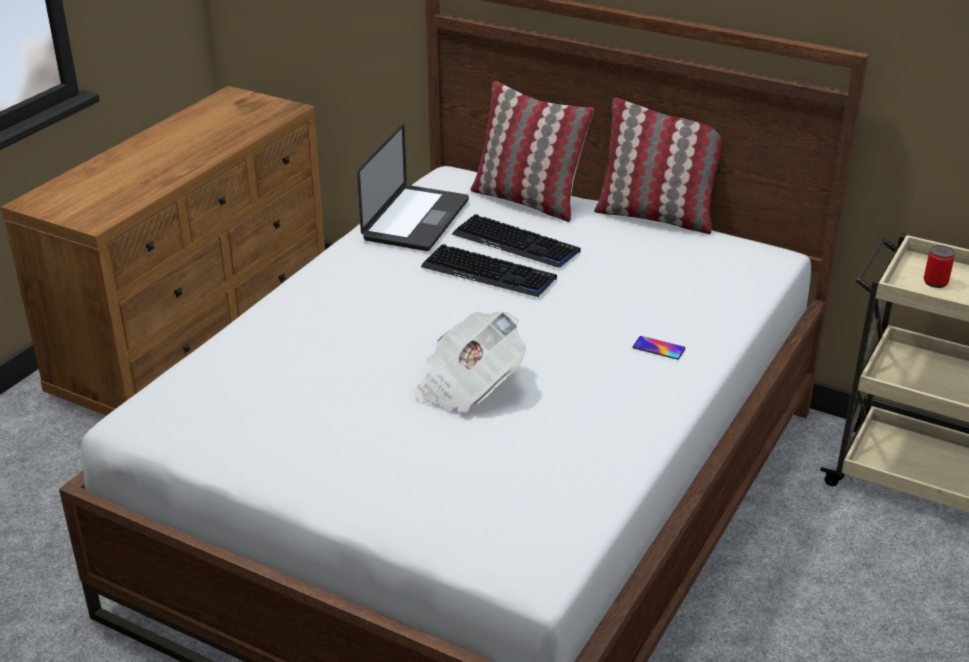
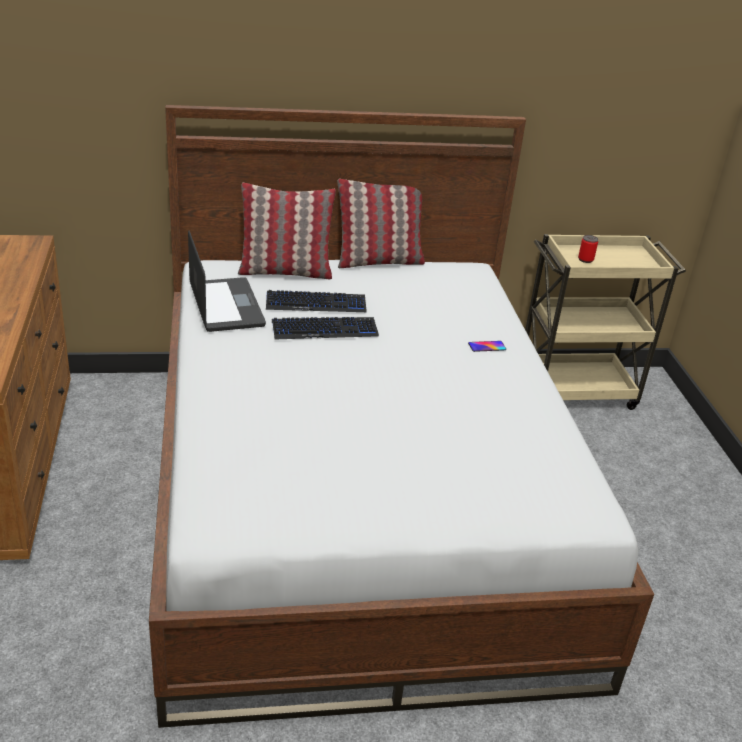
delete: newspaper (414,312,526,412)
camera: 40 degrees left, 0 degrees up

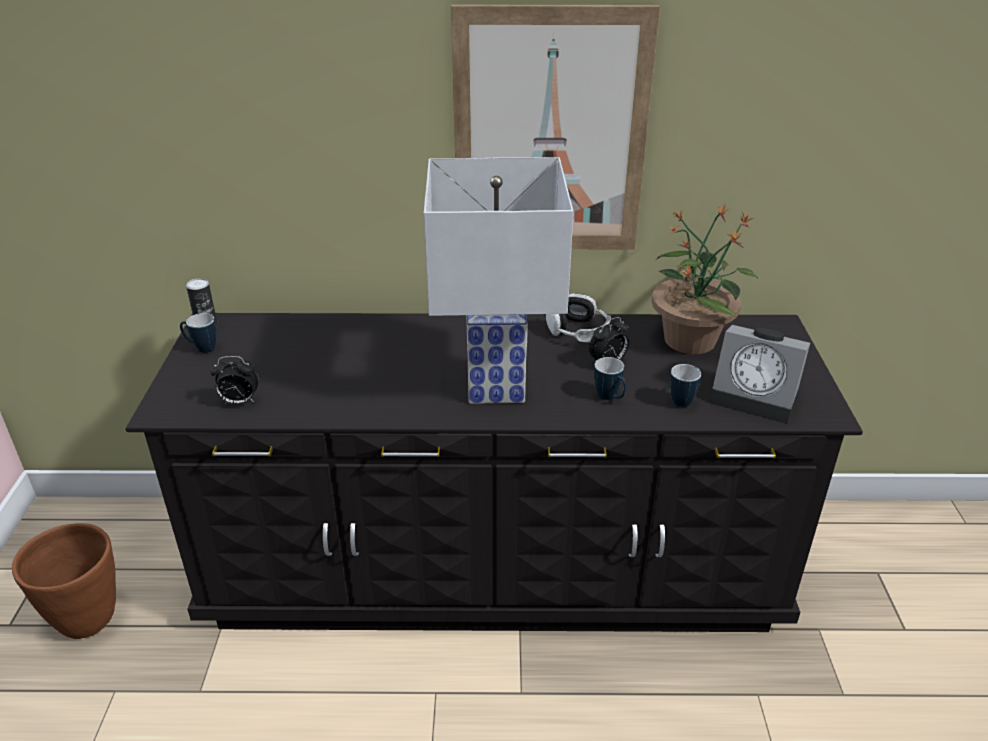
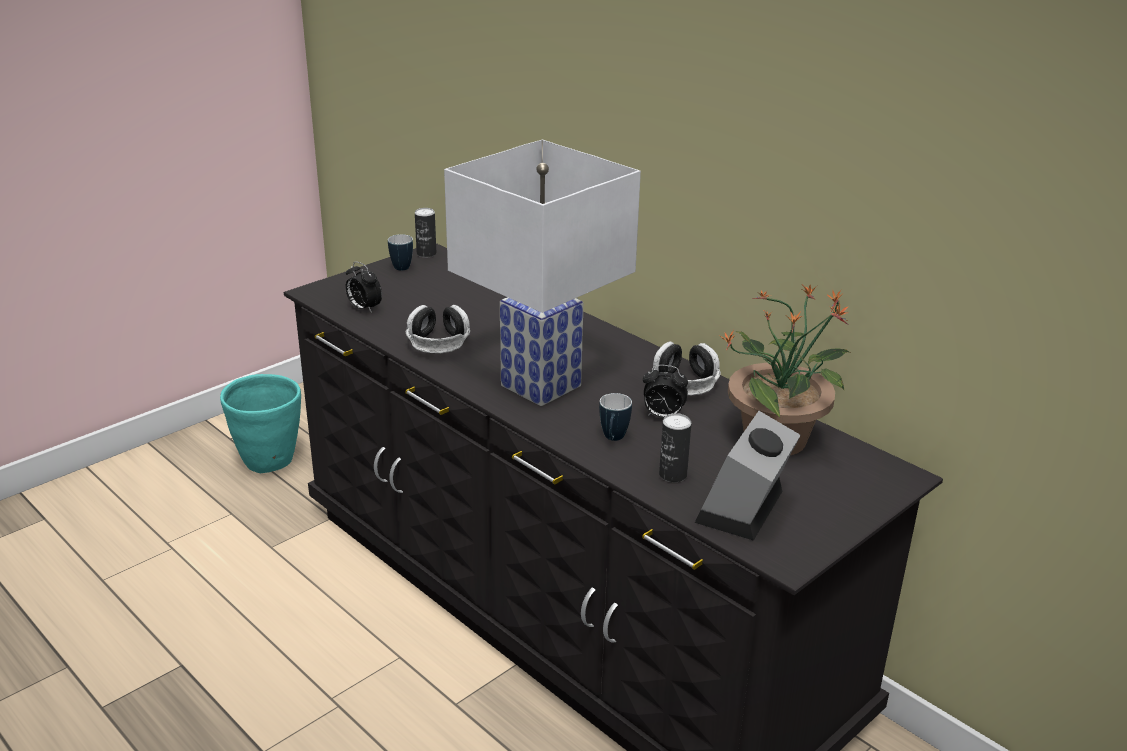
delete: picture (451,5,660,250)
insert: headphones (406,305,470,354)
replace: mug (670,364,701,407) to can (659,413,691,482)
recolor: brown planter (12,523,116,639) to turquoise planter (220,374,301,473)
rotate: alarm clock (709,325,810,424) = (695,411,801,541) 45 degrees clockwise
camera: 45 degrees right, 5 degrees down

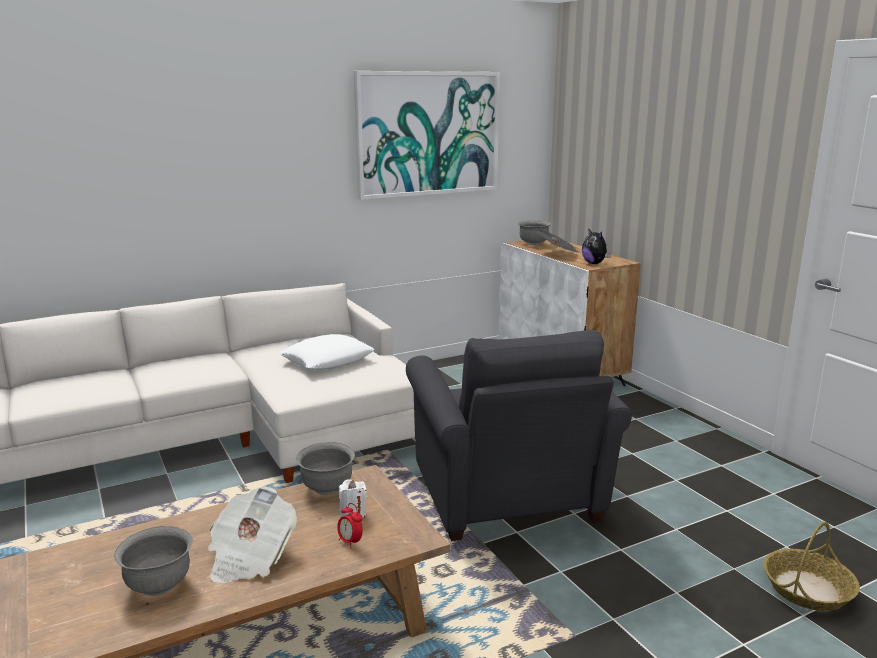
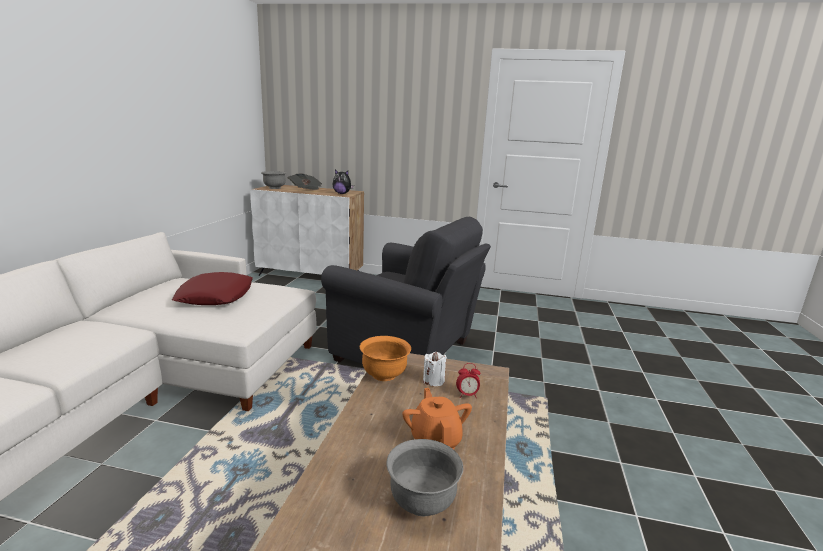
delete: picture (354,71,500,200); basket (764,522,860,611)
replace: newspaper (208,487,297,583) to orange teapot (402,388,472,450)
recolor: white pillow (280,334,375,370) to red pillow (172,272,252,305); grey bowl (296,442,355,495) to orange bowl (360,336,411,381)
camera: 50 degrees left, 0 degrees up

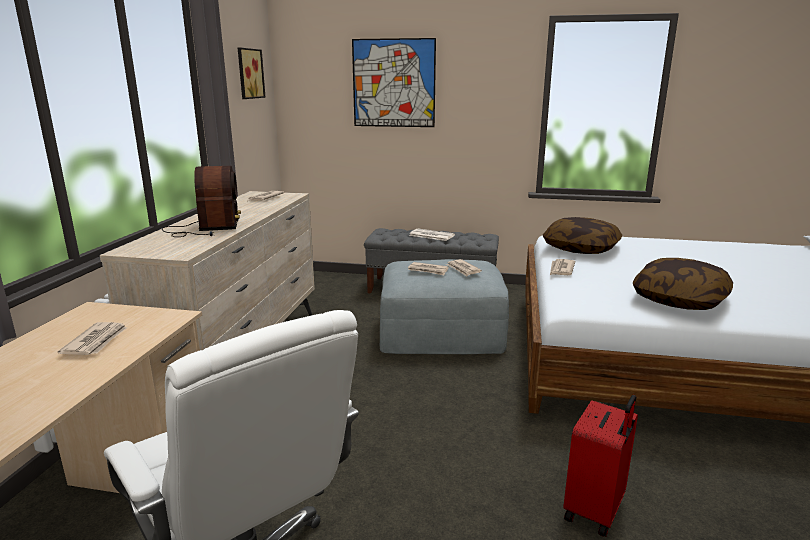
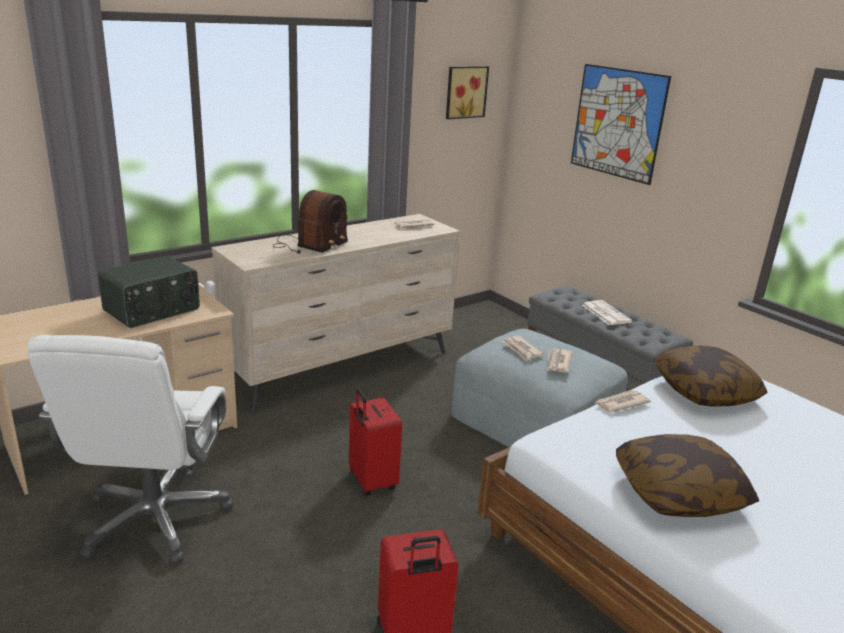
insert: red suitcase (349,389,402,496)
replace: newspaper (58,322,127,355) to radio (98,256,200,328)
camera: 40 degrees right, 5 degrees up

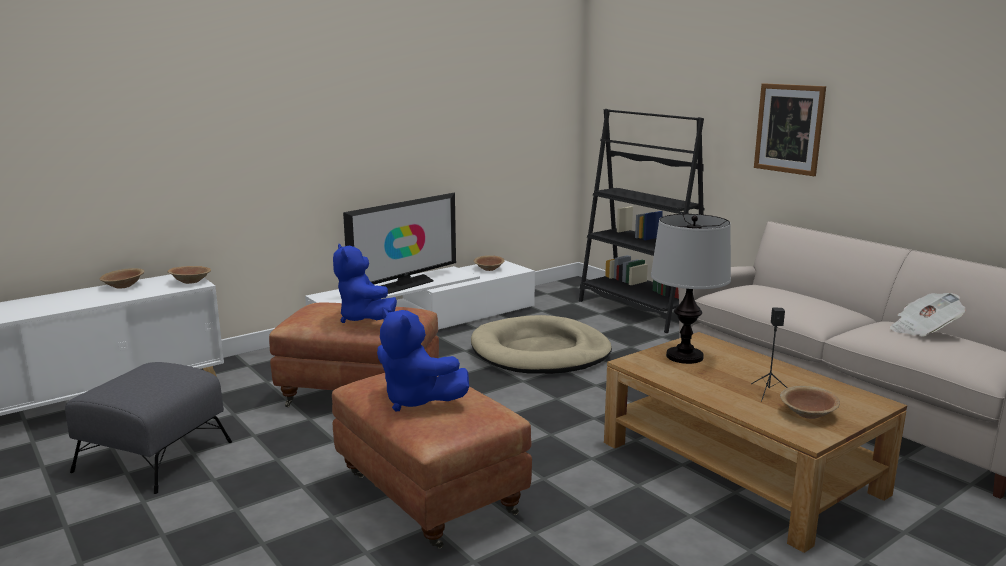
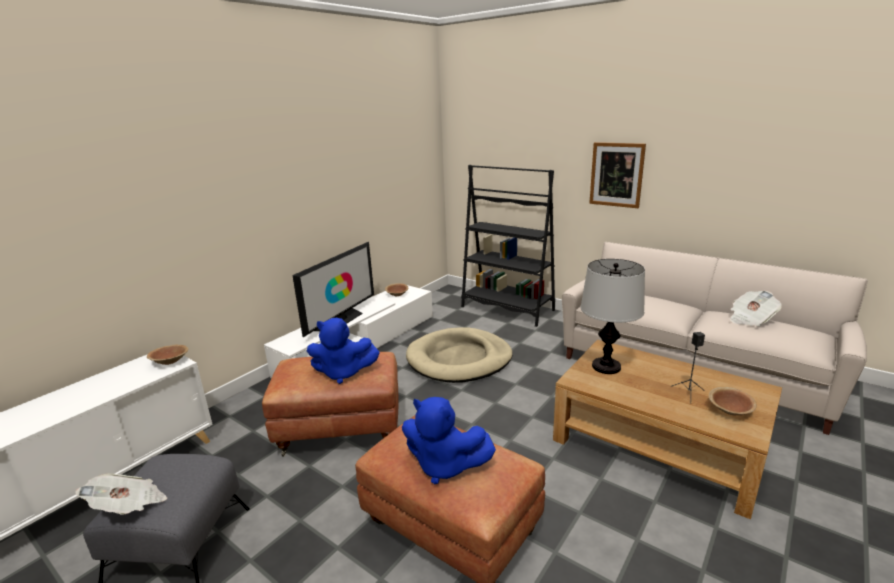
delete: brown bowl (99,268,145,288)
insert: newspaper (75,473,168,515)
rotate: blue plush toy (333,244,397,323) = (307,318,380,384) 45 degrees counterclockwise
camera: 15 degrees left, 5 degrees up

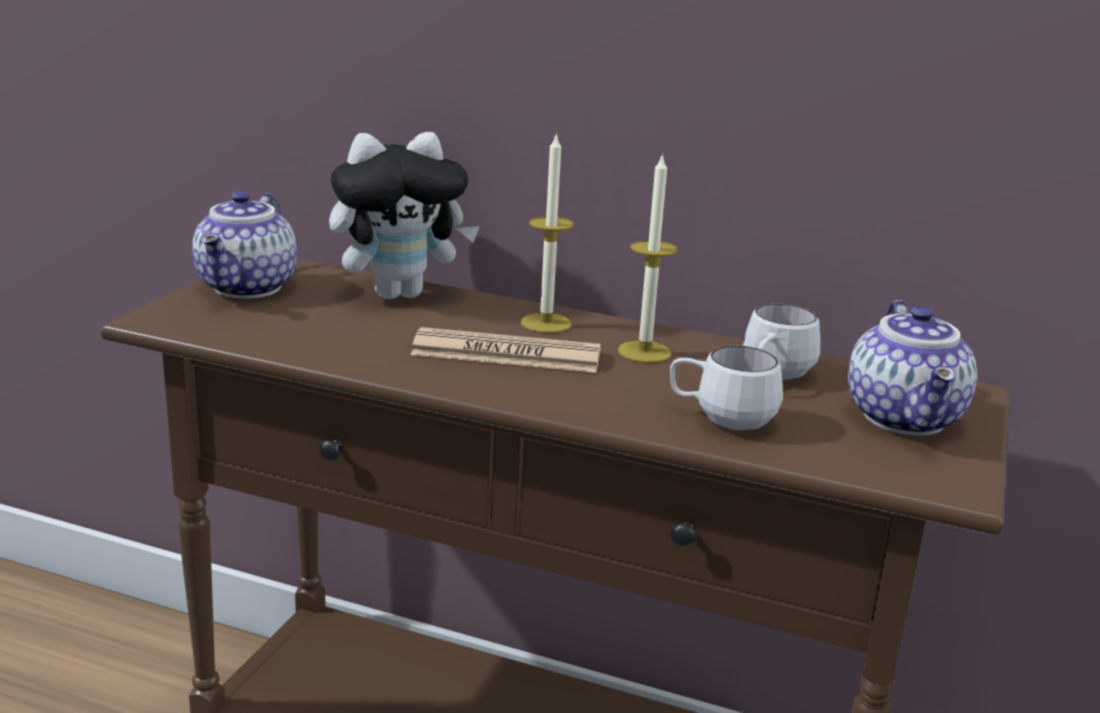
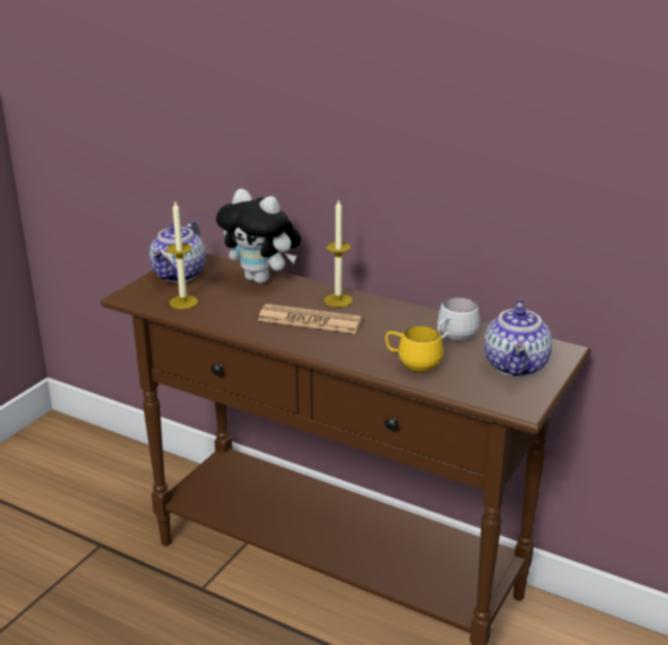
move: candle (618,153,678,363) to (166,202,198,309)
recolor: white mug (670,345,783,430) to yellow mug (385,325,443,372)
rotate: plush toy (329,132,480,299) = (216,189,301,284) 45 degrees clockwise
camera: 10 degrees right, 5 degrees up

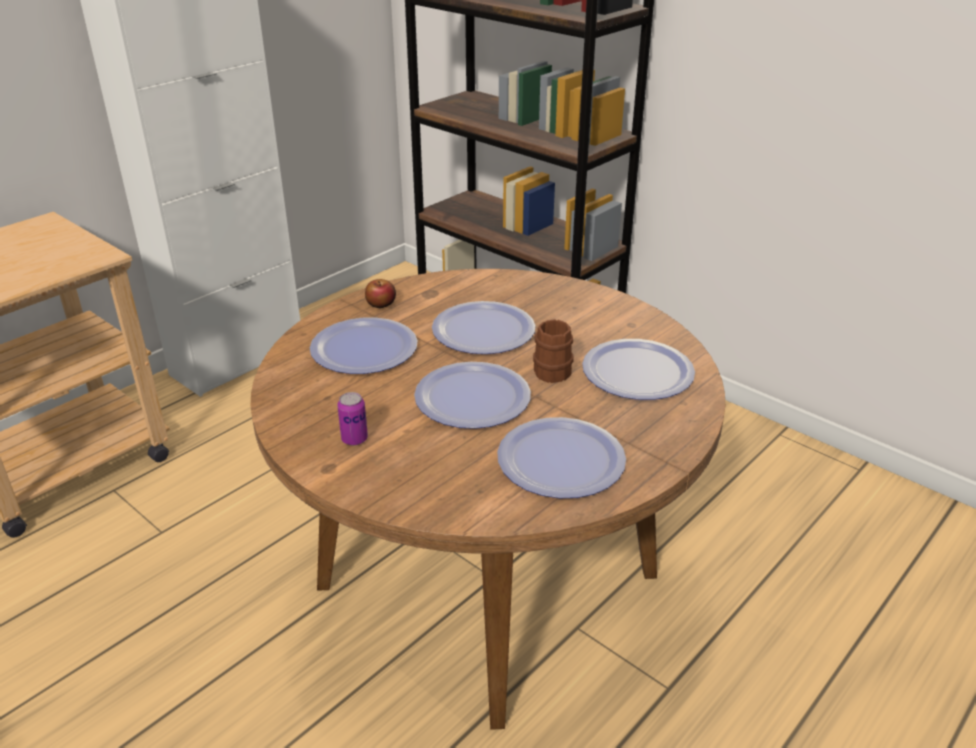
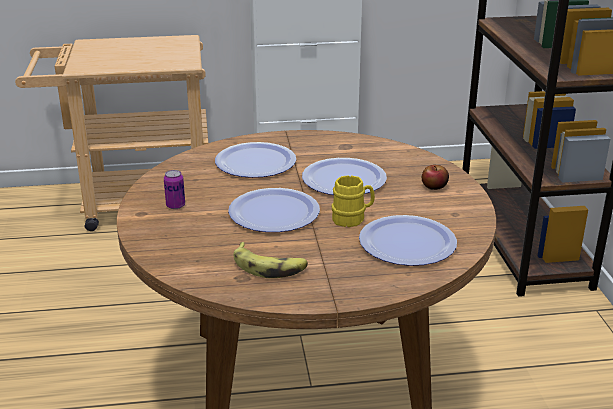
move: apple (365,279,396,308) to (422,165,449,190)
replace: plate (497,417,626,498) to banana (233,242,308,278)
recolor: brown mug (533,319,574,383) to yellow mug (332,175,375,227)
camera: 40 degrees right, 5 degrees down

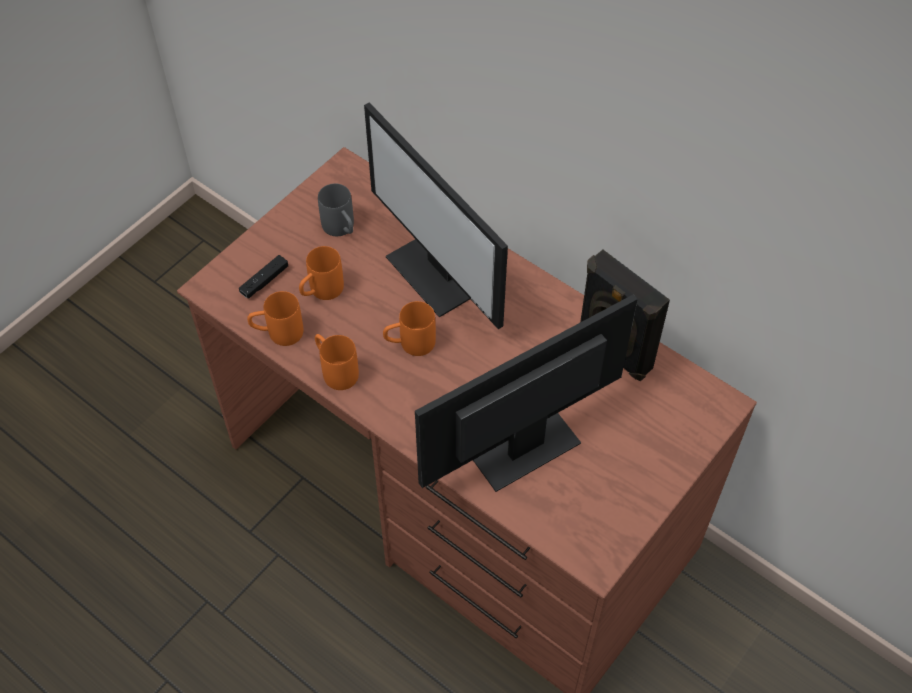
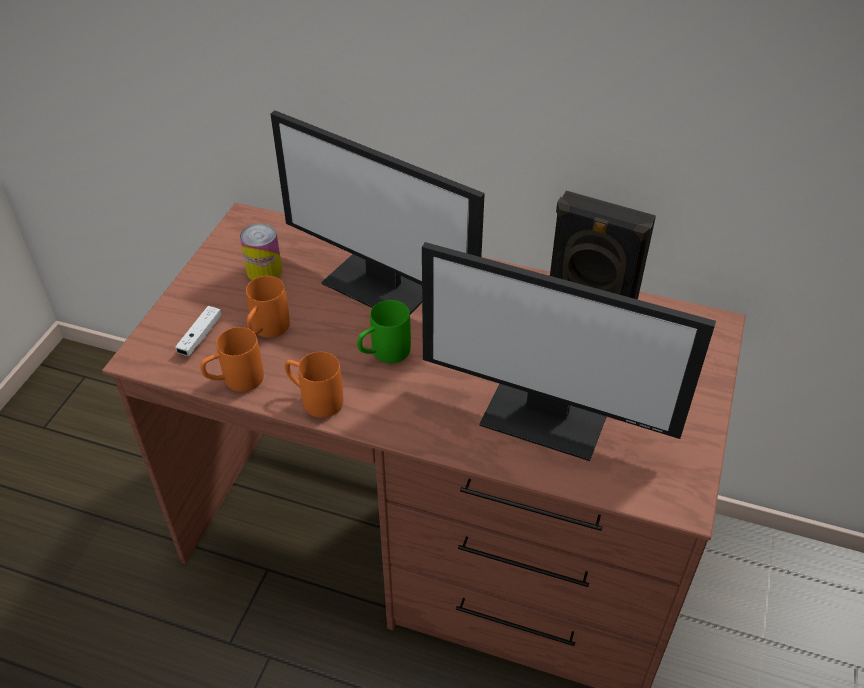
replace: grey mug (318,183,354,236) to can (240,223,282,280)
recolor: black game controller (239,255,288,299) to white game controller (175,306,221,356); orange mug (383,301,436,356) to green mug (357,300,411,363)
rotate: monitor (415,295,638,492) = (422,242,716,461) 105 degrees counterclockwise
camera: 20 degrees left, 10 degrees down

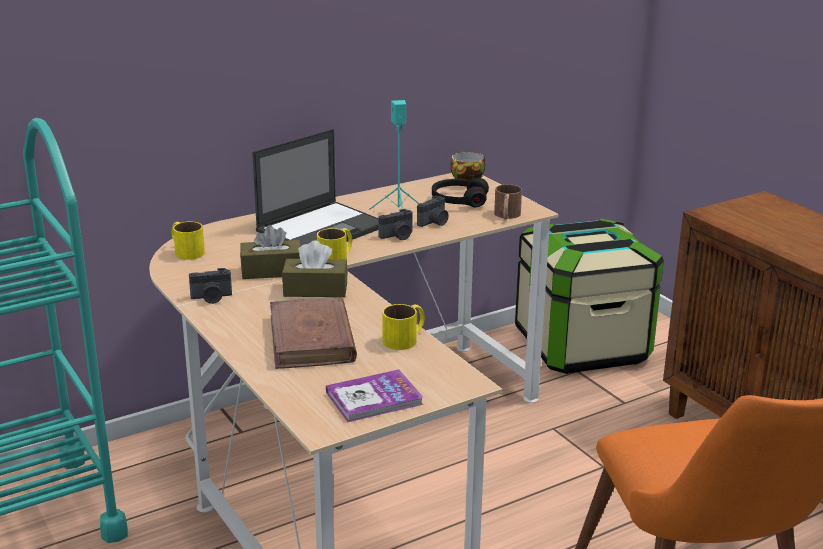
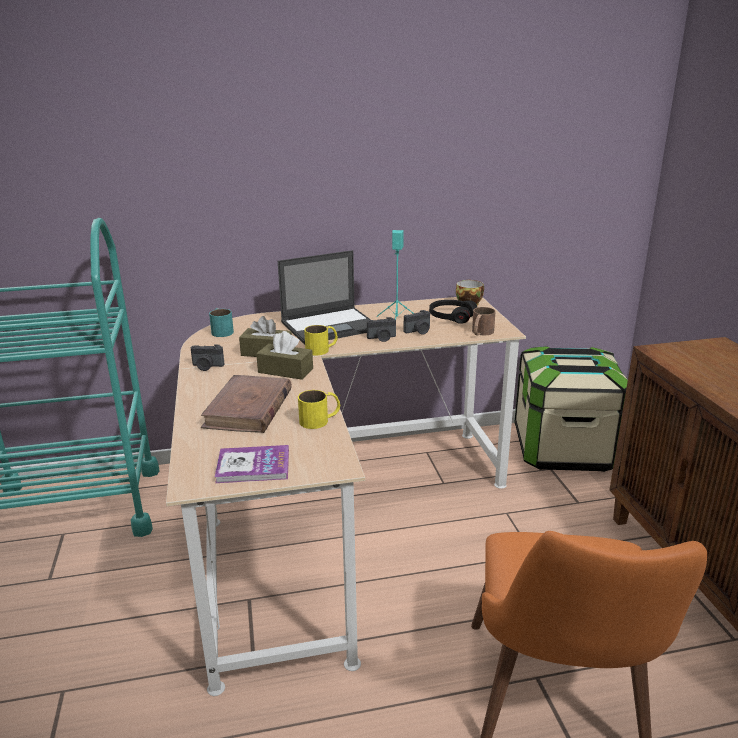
recolor: yellow mug (172,221,205,260) to turquoise mug (209,308,234,337)
camera: 20 degrees right, 0 degrees up

